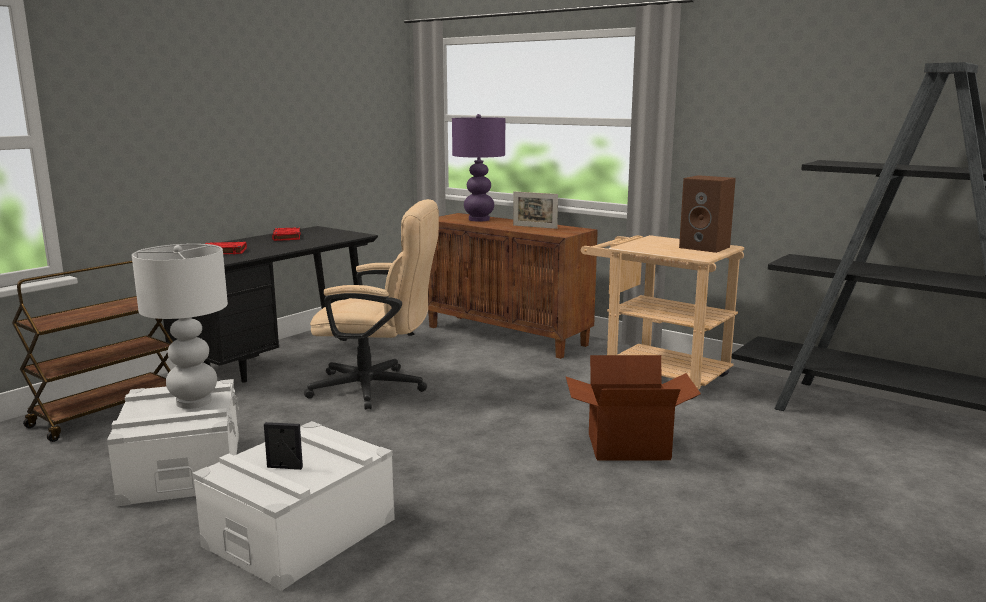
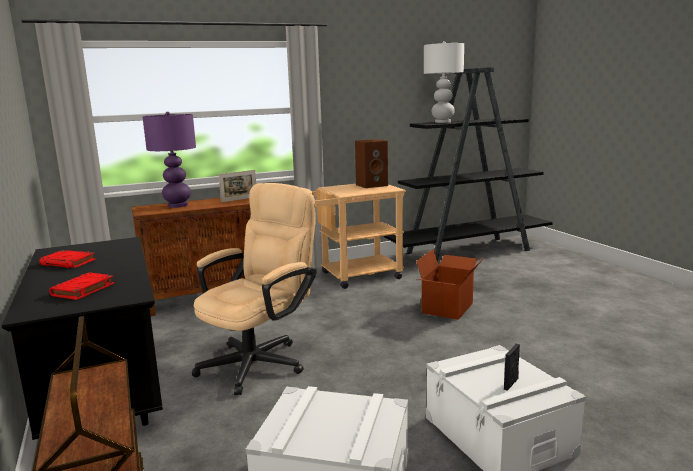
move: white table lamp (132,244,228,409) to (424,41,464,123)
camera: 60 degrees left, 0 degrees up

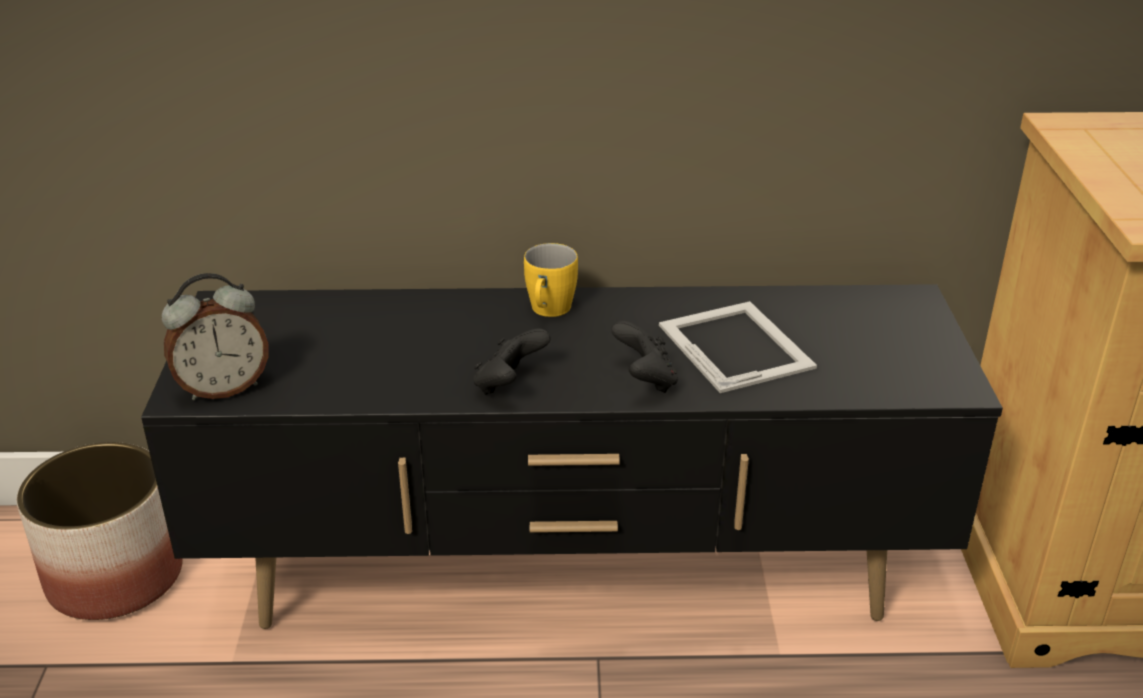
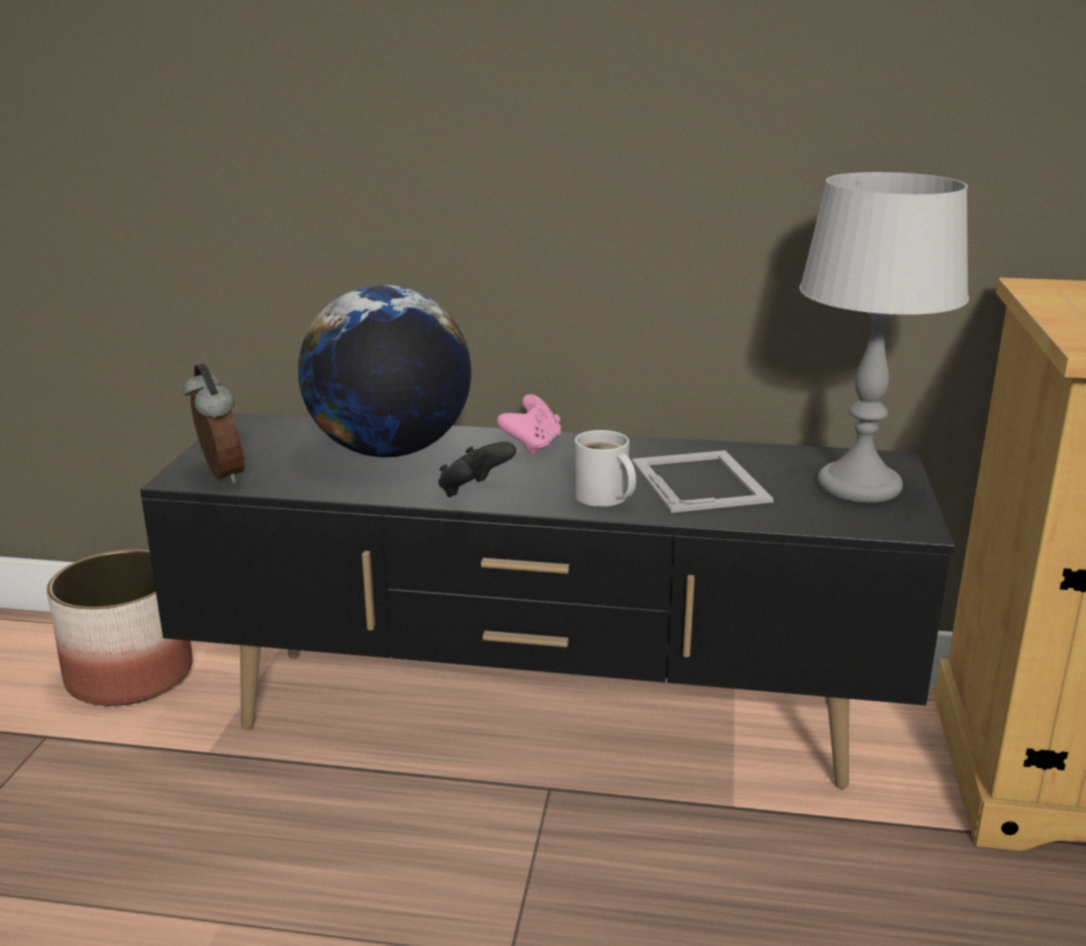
insert: globe (298,285,471,457); grey table lamp (799,172,969,503)
replace: yellow mug (524,243,578,317) to pink game controller (497,394,561,455); black game controller (611,321,678,393) to white mug (574,430,636,507)
rotate: alarm clock (162,273,268,401) = (183,363,245,484) 105 degrees counterclockwise
camera: 10 degrees right, 10 degrees down

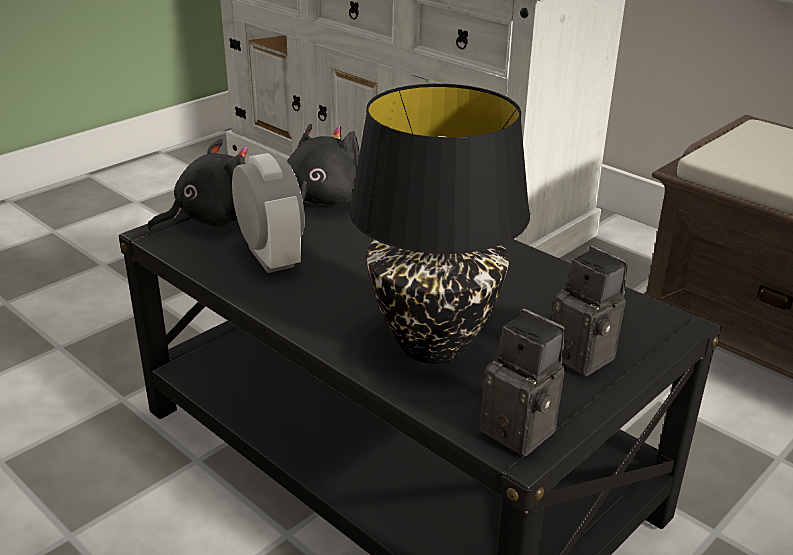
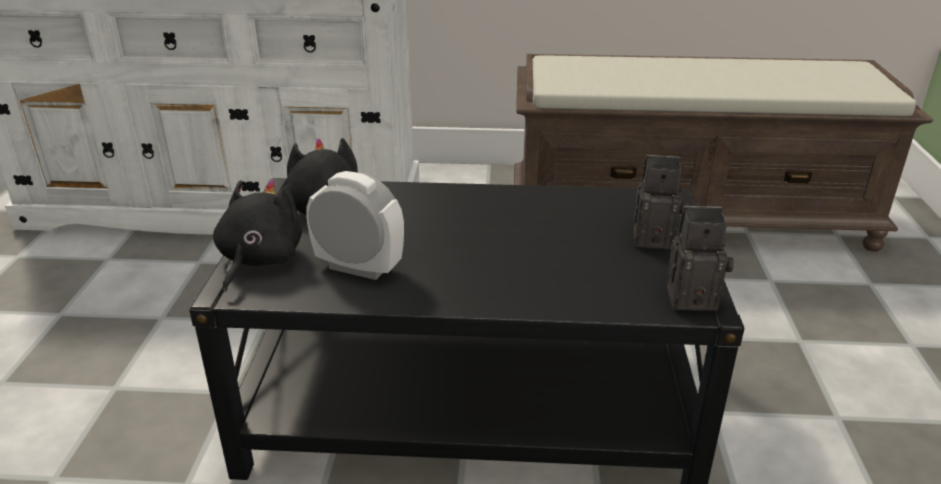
delete: black table lamp (349,84,530,364)
camera: 40 degrees left, 0 degrees up

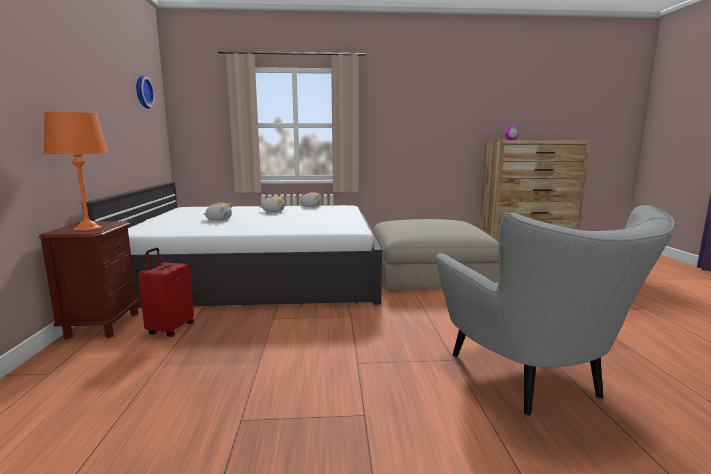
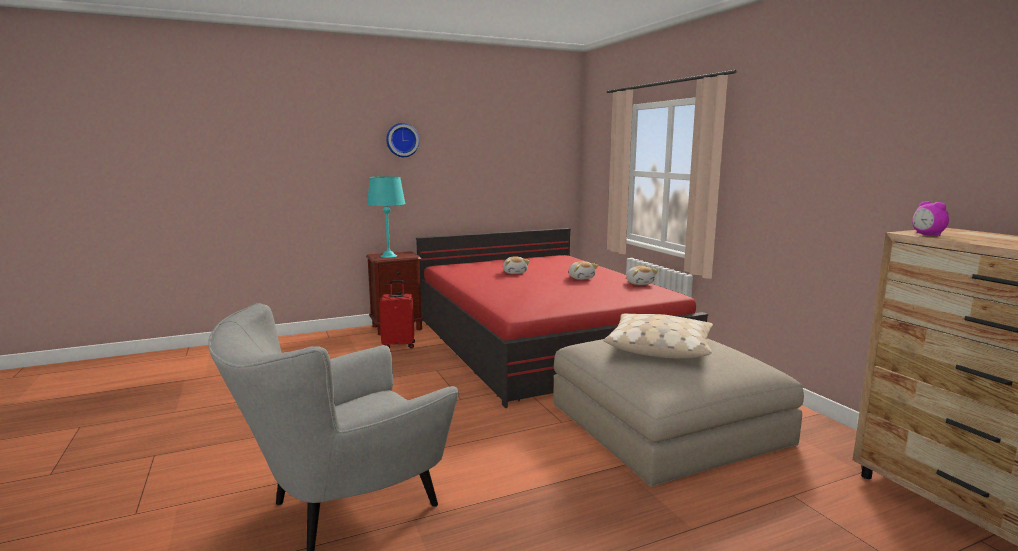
insert: beige pillow (603,314,713,358)
move: wall clock (136,75,155,109) to (386,123,420,157)
recolor: orange table lamp (43,112,109,231) to turquoise table lamp (367,176,406,258); white bed (81,182,382,308) to red bed (416,228,708,408)
camera: 70 degrees right, 0 degrees up

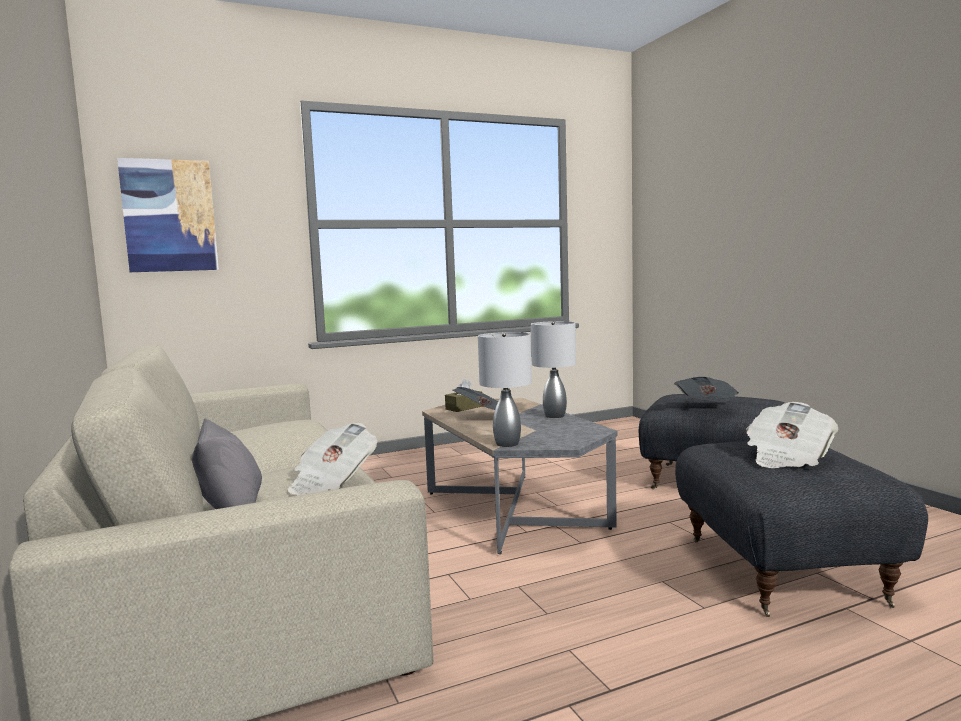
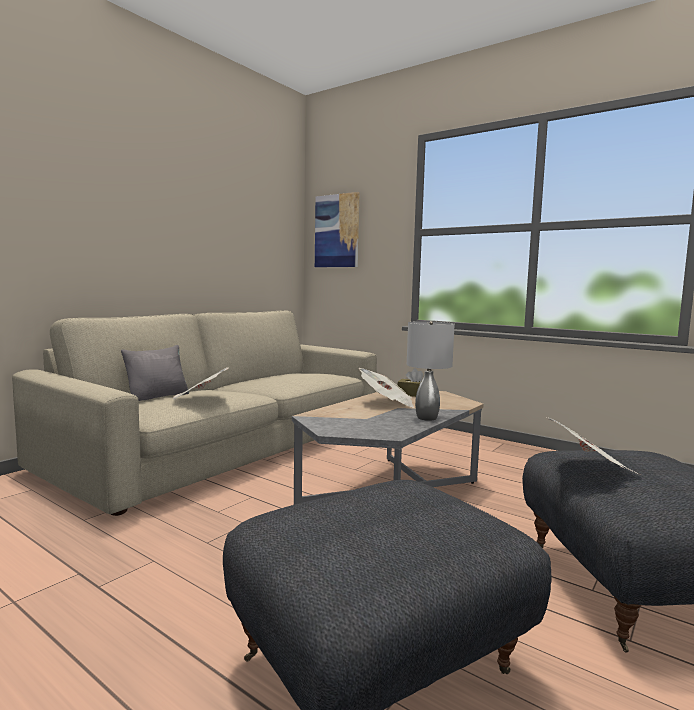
delete: grey table lamp (478,332,532,447); newspaper (746,402,839,468)
camera: 60 degrees right, 0 degrees up

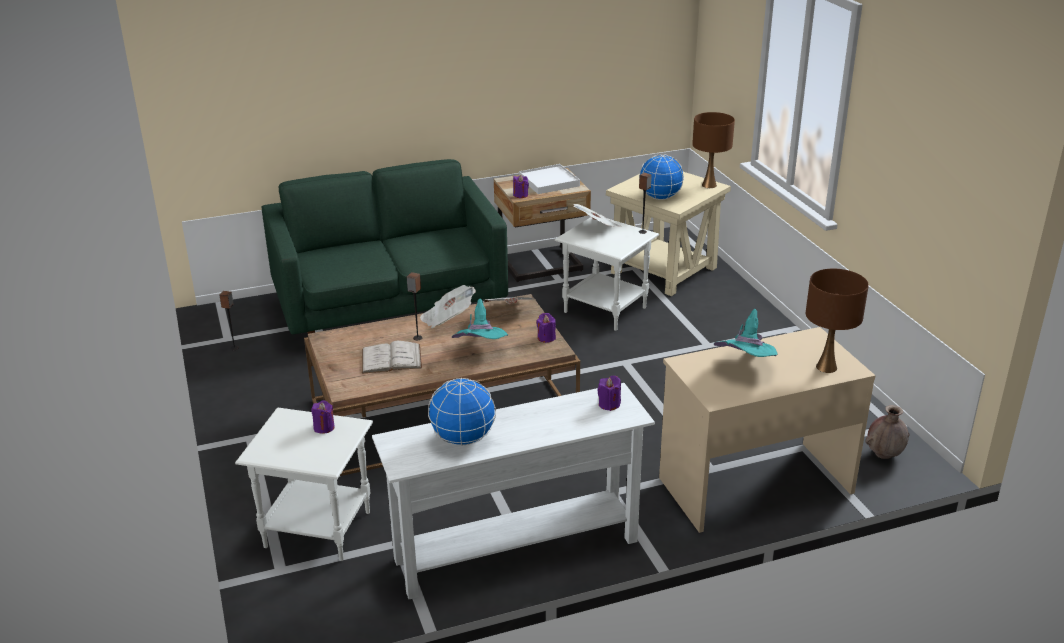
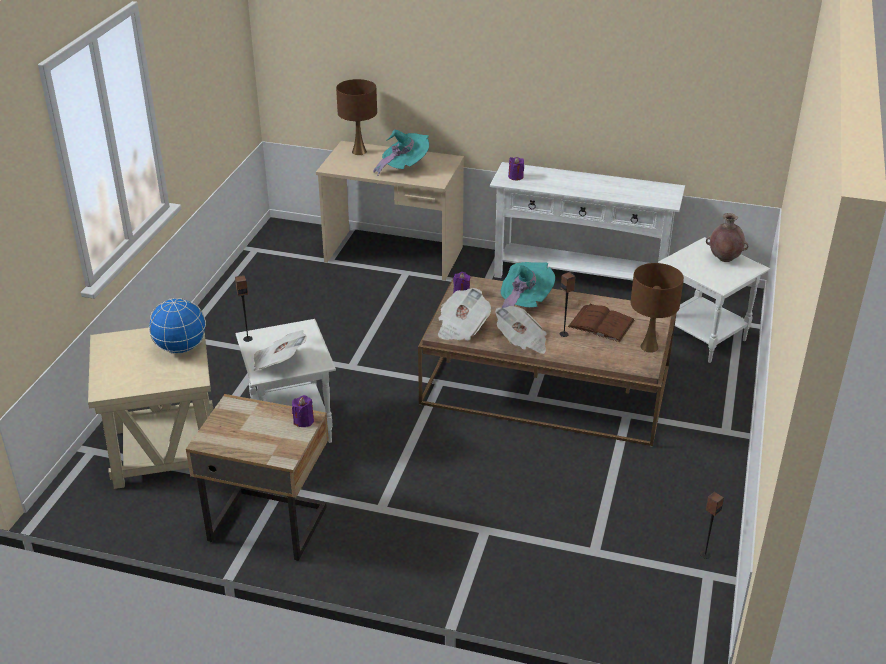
delete: green sofa (261,159,508,335); purple candle (311,400,335,434); globe (428,378,496,446); white tray (519,164,580,194)
move: brown table lamp (692,112,735,188) to (630,263,684,353); brown vase (865,405,910,459) to (706,213,748,262)
recolor: white book (362,341,422,374) to brown book (568,304,635,342)
camera: 145 degrees left, 5 degrees up

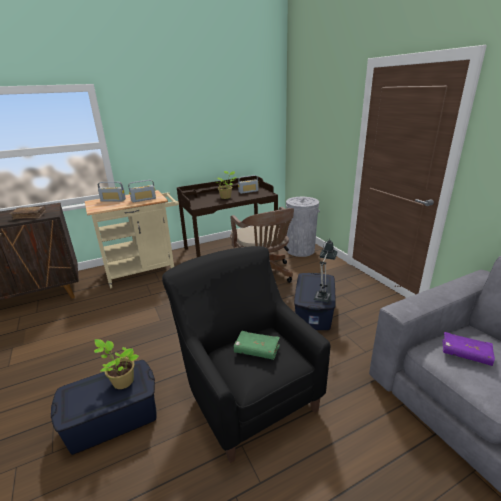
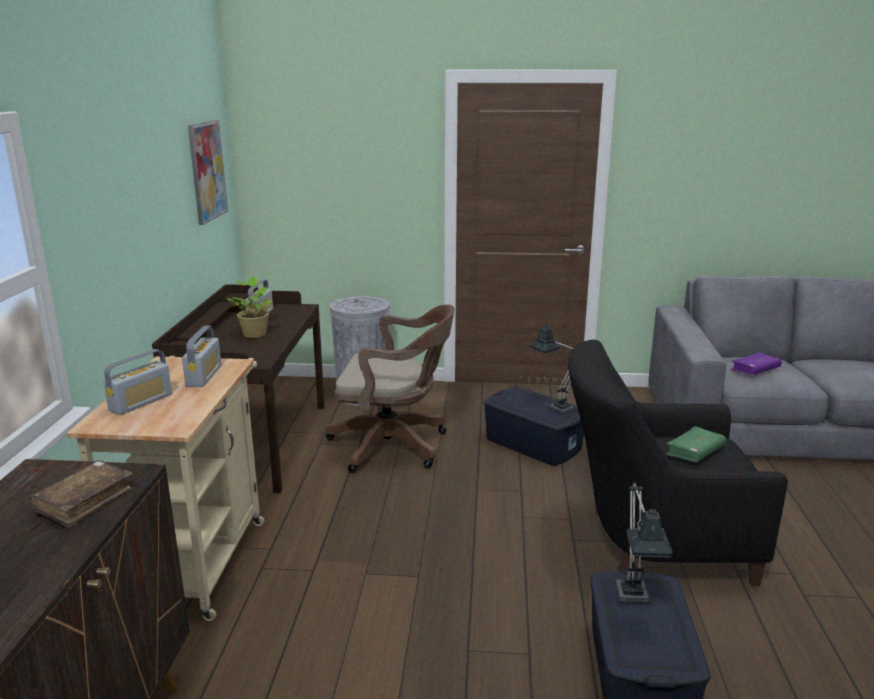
insert: picture (188,120,228,225)
replace: potted plant (94,339,139,389) to table lamp (612,482,673,604)
camera: 60 degrees left, 5 degrees down

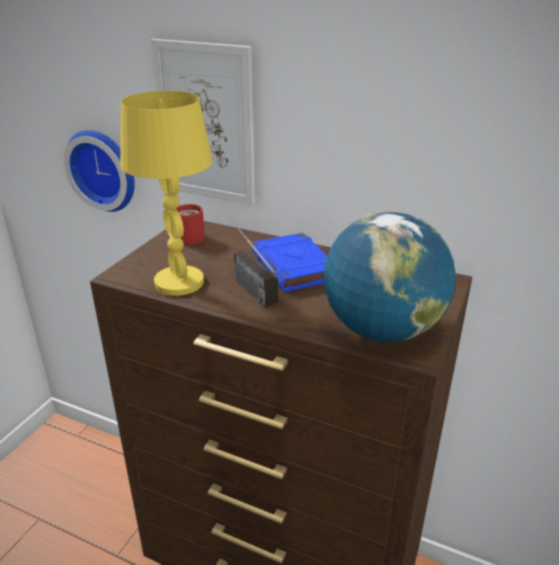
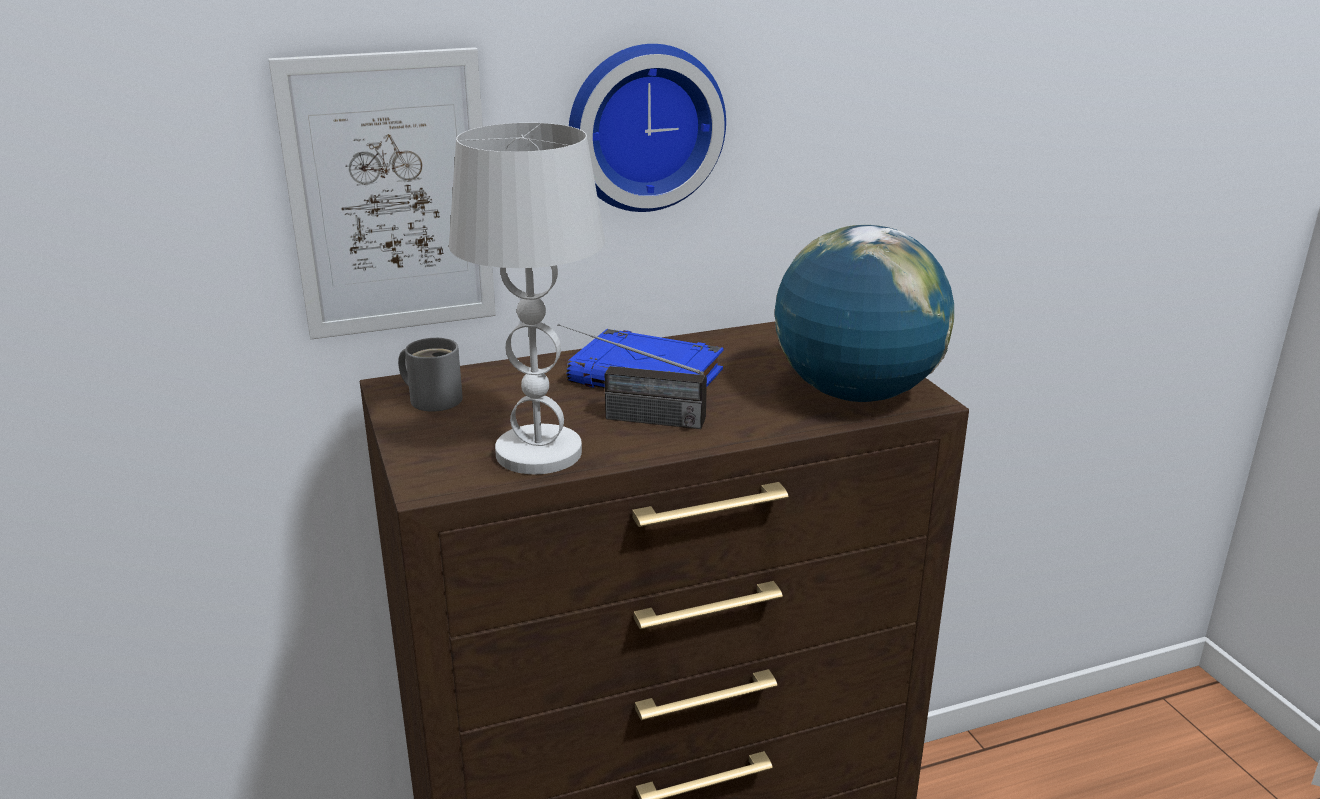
move: wall clock (64,130,135,212) to (569,44,726,212)
recolor: red mug (176,204,205,245) to grey mug (398,338,463,412); yellow table lamp (120,91,212,296) to white table lamp (449,123,605,474)
camera: 45 degrees left, 5 degrees down

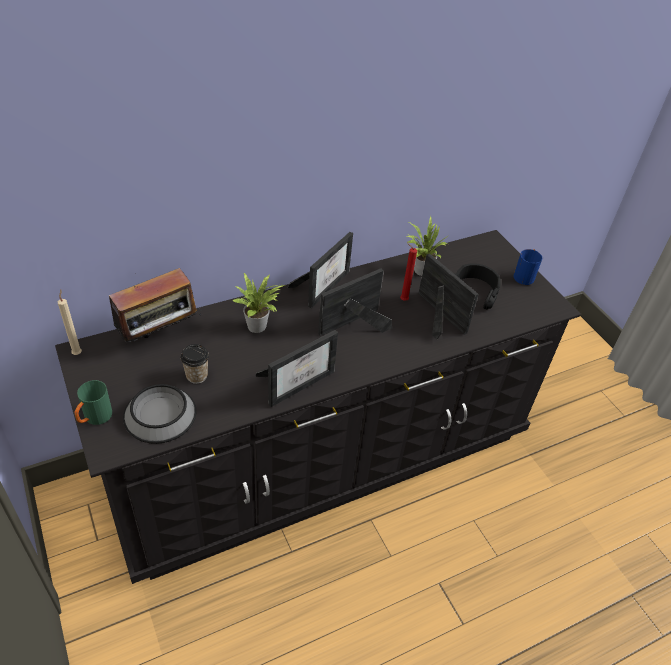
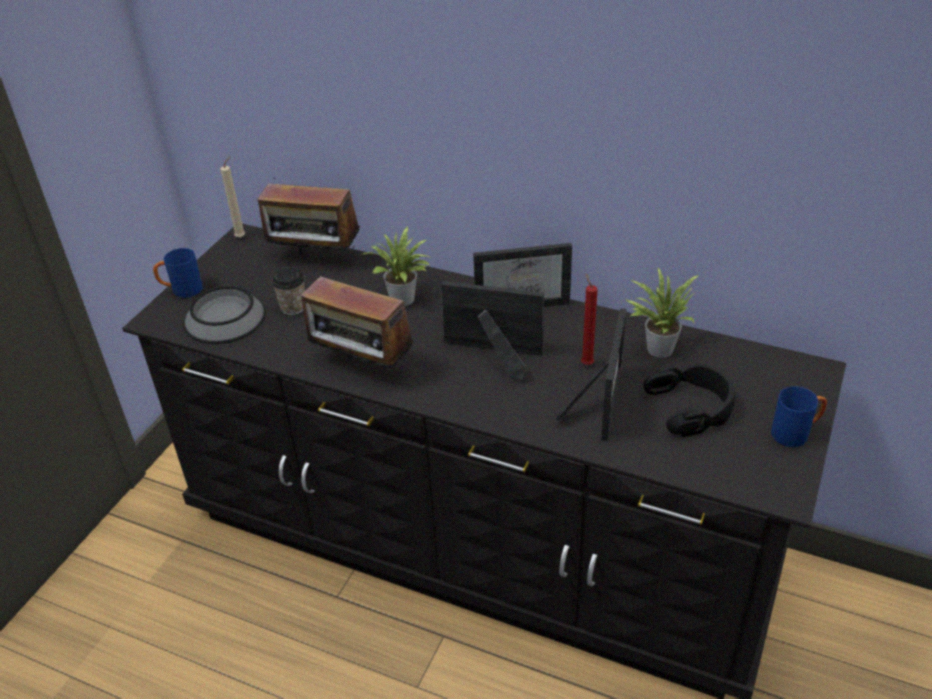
replace: picture frame (255,330,338,407) to radio (301,276,414,372)
recolor: green mug (74,380,112,425) to blue mug (153,248,203,298)
camera: 55 degrees right, 5 degrees down

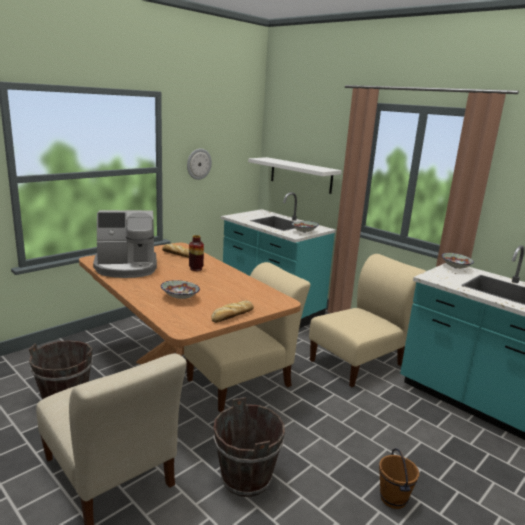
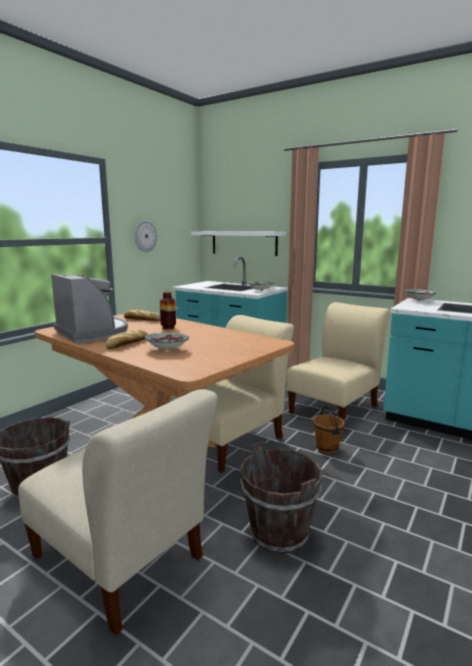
move: bread (211,301,254,323) to (106,330,148,349); brown bucket (379,448,419,509) to (313,407,345,454)
rotate: coffee machine (93,210,157,278) = (51,274,128,343) 105 degrees counterclockwise
camera: 10 degrees left, 5 degrees down

